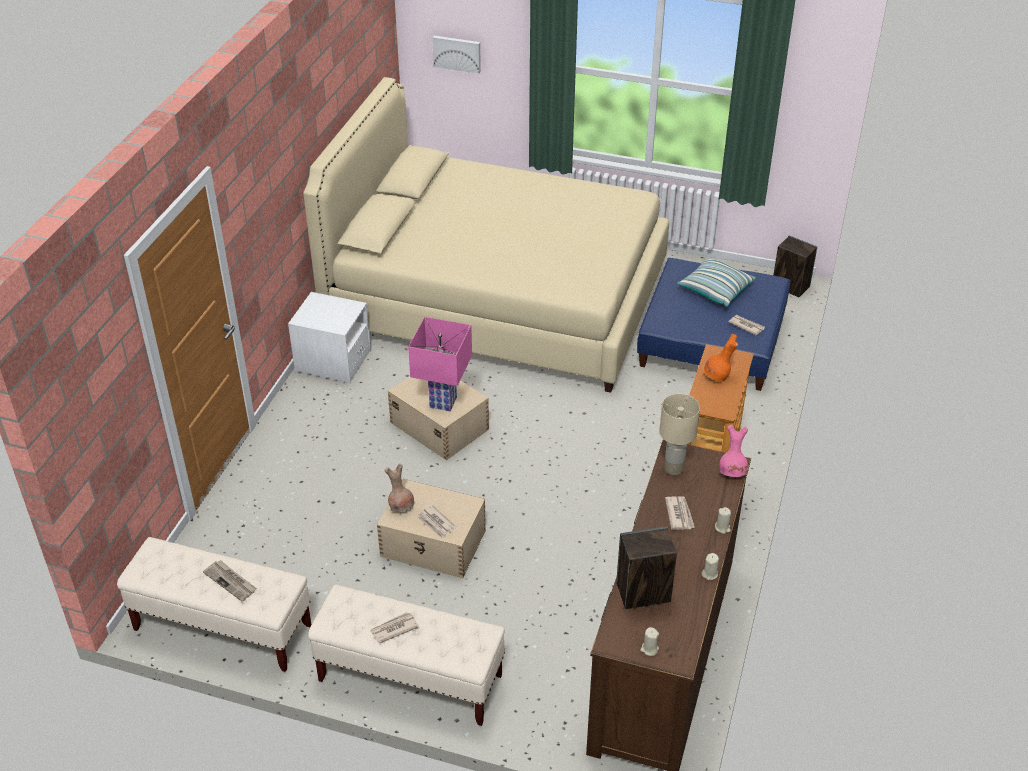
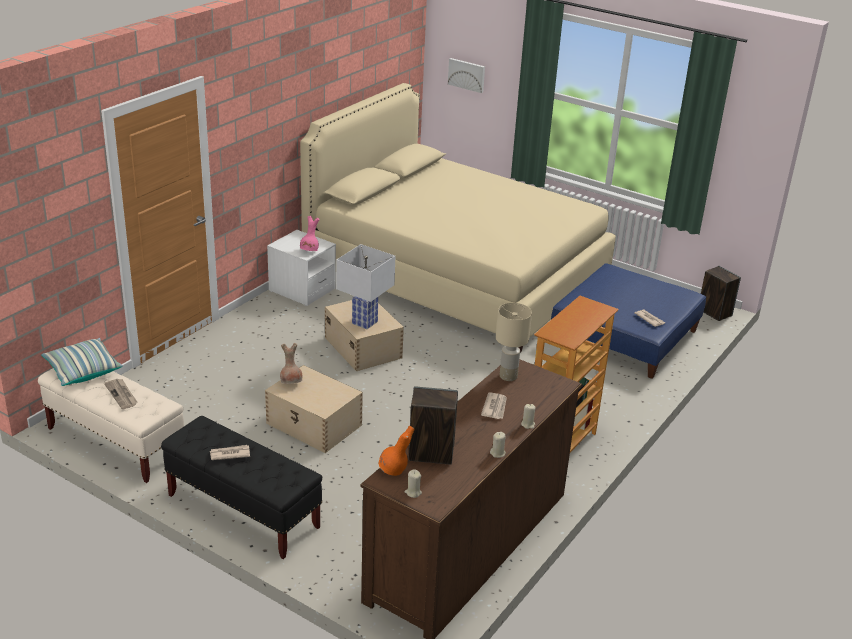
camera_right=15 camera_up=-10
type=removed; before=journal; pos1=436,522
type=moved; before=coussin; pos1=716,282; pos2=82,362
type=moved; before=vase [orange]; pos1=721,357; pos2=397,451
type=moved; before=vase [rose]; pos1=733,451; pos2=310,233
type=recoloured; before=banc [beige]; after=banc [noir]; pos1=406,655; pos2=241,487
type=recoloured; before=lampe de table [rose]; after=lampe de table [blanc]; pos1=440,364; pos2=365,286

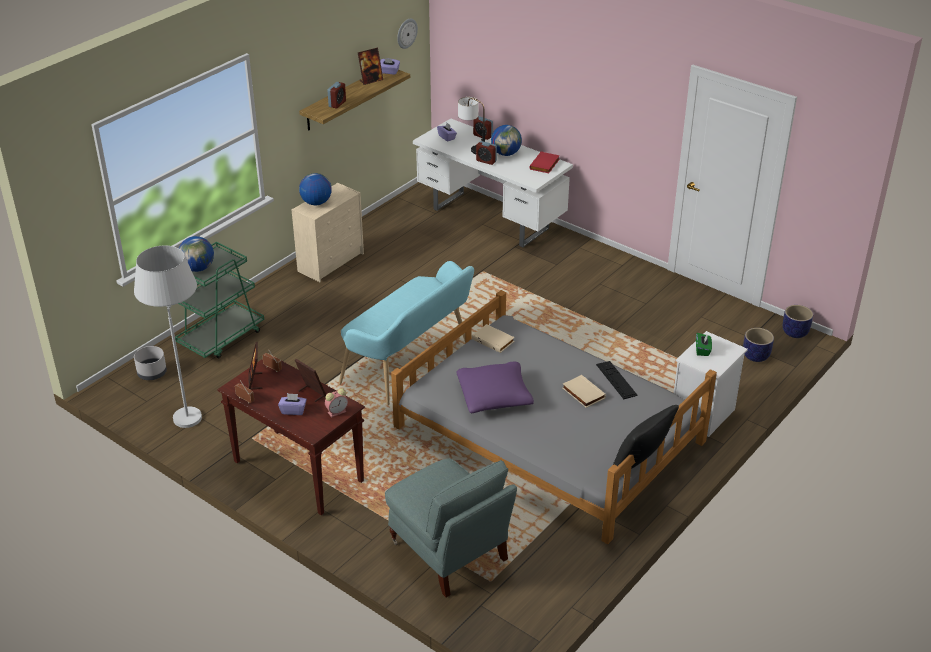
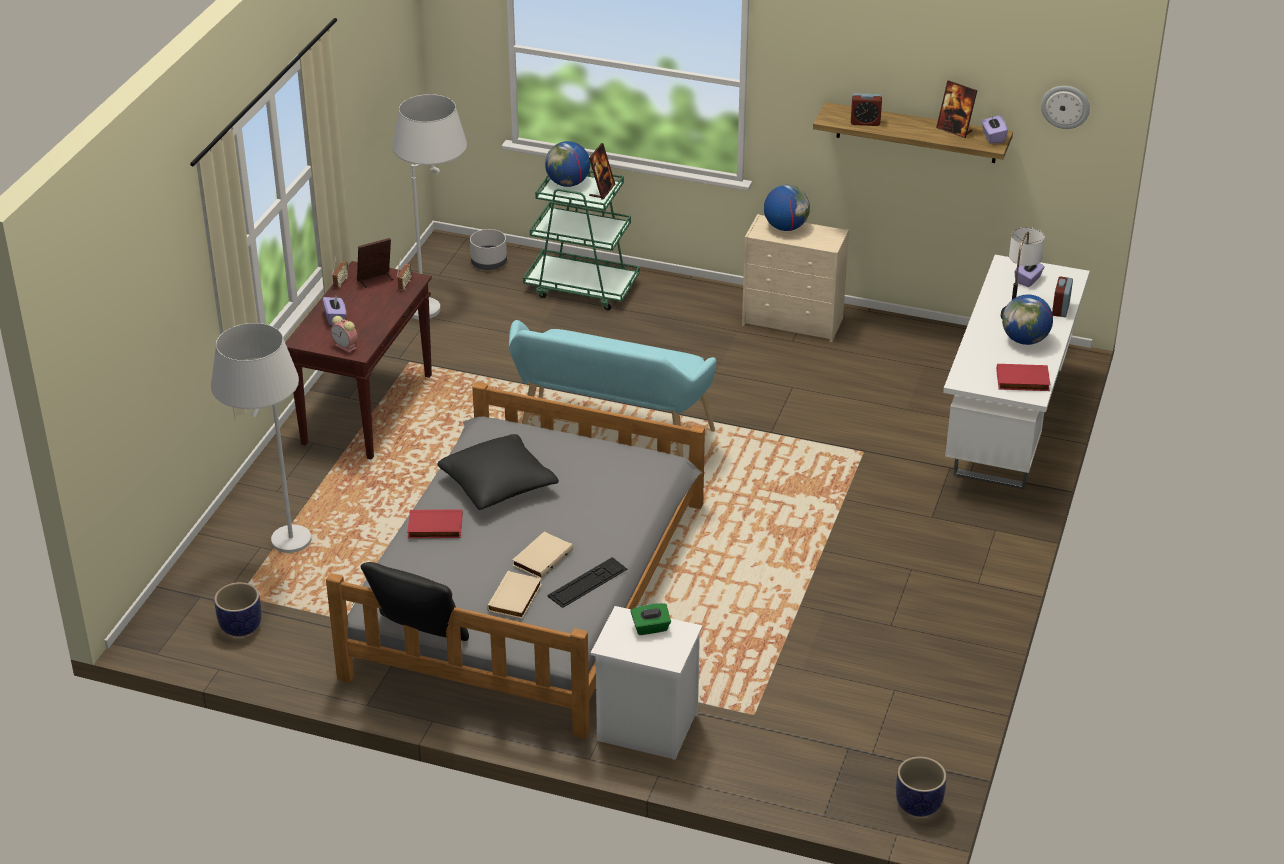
camera_right=70 camera_up=0
type=removed; before=réveil; pos1=486,153
type=added; after=livre [rouge]; pos2=435,523
type=moved; before=cadre photo; pos1=310,380; pos2=602,171
type=moved; before=livre [beige]; pos1=493,338; pos2=514,595
type=moved; before=cache-pot; pos1=758,345; pos2=238,609
type=replaced; before=fauteuil [gris]; after=lampadaire [blanc]; pos1=451,527; pos2=261,438
type=recoloured; before=coussin [violet]; after=coussin [noir]; pos1=495,387; pos2=498,472

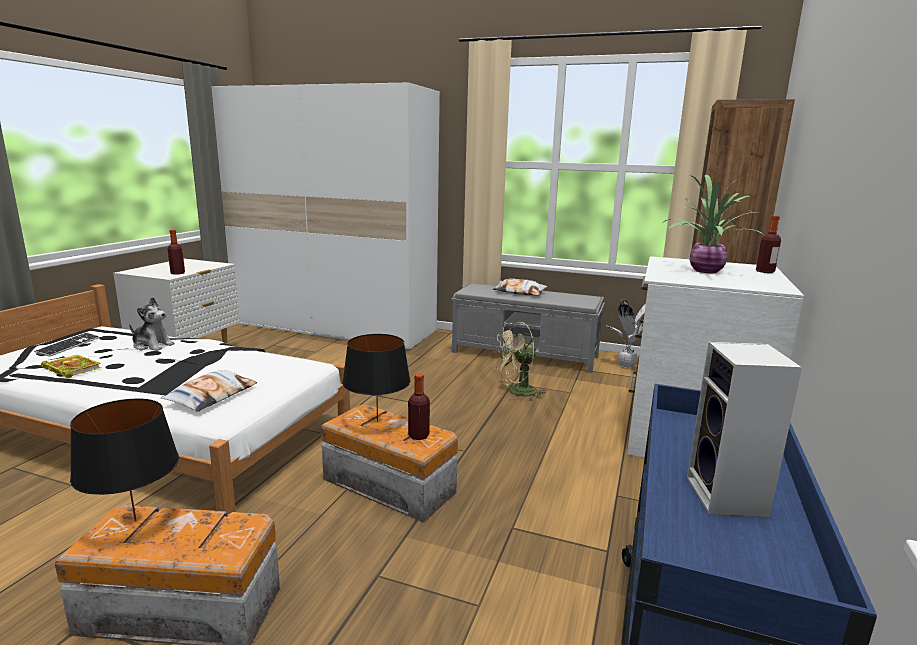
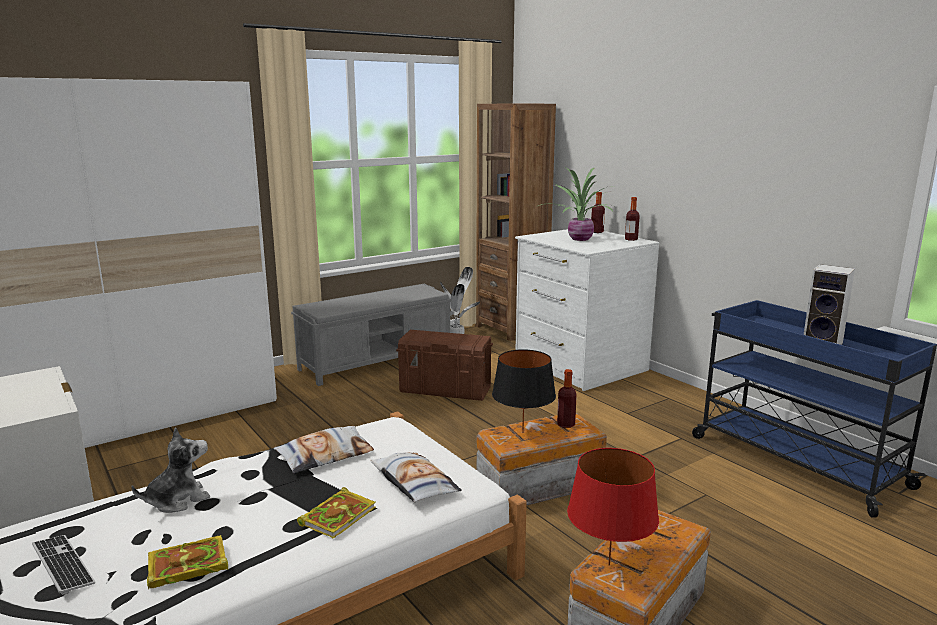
camera_right=-55 camera_up=0
type=added; after=livre; pos2=336,513
type=moved; before=bouteille; pos1=176,252; pos2=632,219
type=moved; before=coussin; pos1=520,287; pos2=324,450
type=replaced; before=ventilateur [beige]; after=boîte de rangement [marron]; pos1=520,361; pos2=444,365
type=recoloured; before=lampe de table [noir]; after=lampe de table [rouge]; pos1=124,460; pos2=613,507

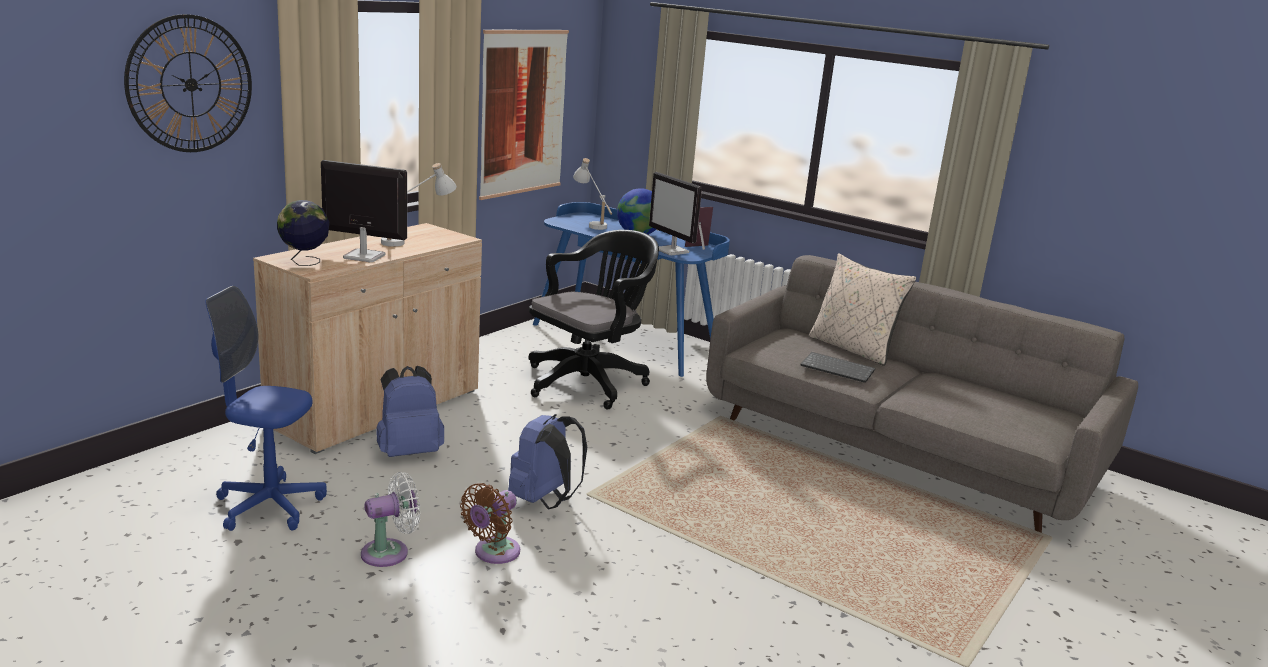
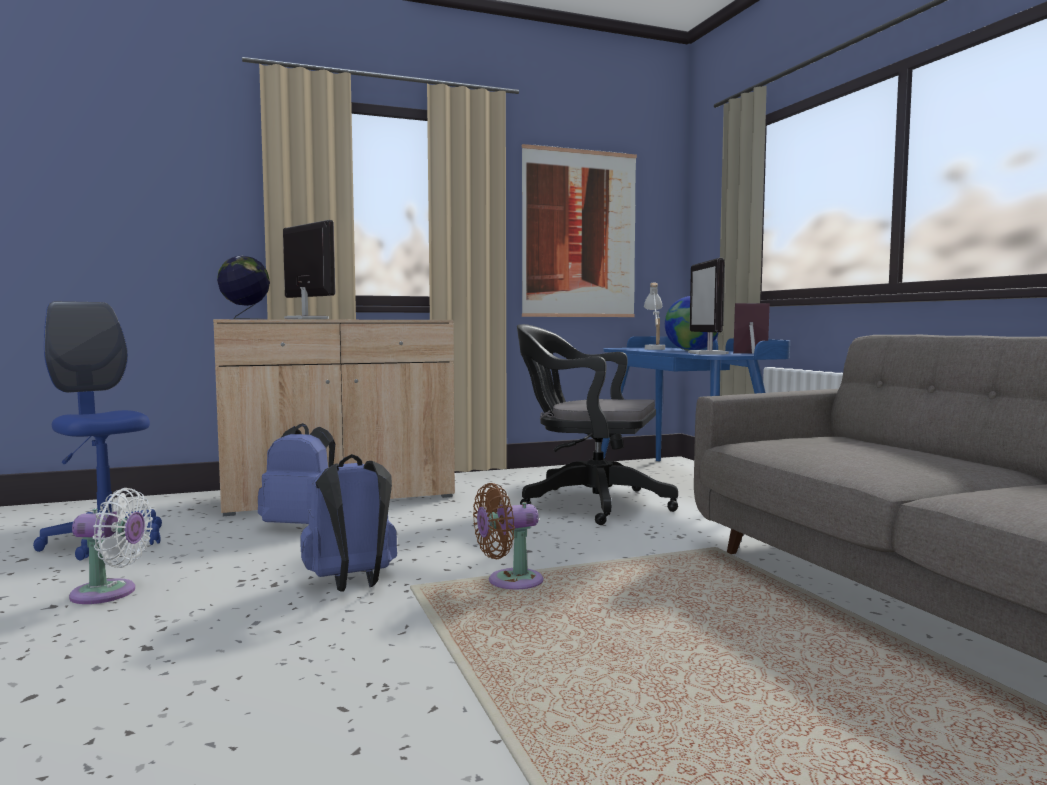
camera_right=35 camera_up=-15
type=removed; before=horloge murale; pos1=188,83
type=removed; before=lampe de table [blanc]; pos1=419,205
type=removed; before=clavier; pos1=837,367
type=removed; before=coussin [beige]; pos1=862,309
type=moved; before=ventilateur [marron]; pos1=490,523; pos2=508,536
type=turned; before=chaise de bureau [noir]; pos1=593,319; pos2=597,424; turn=-150

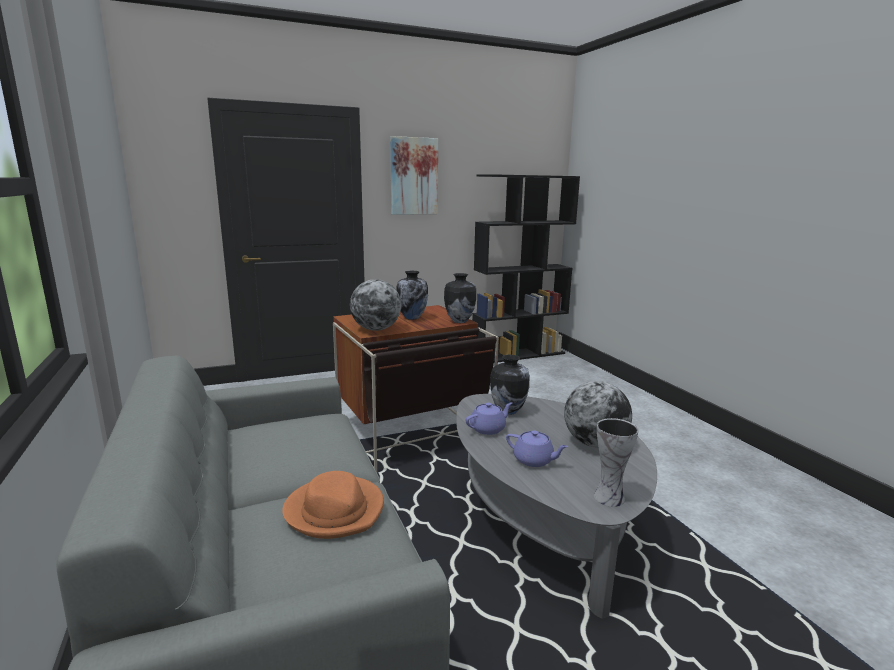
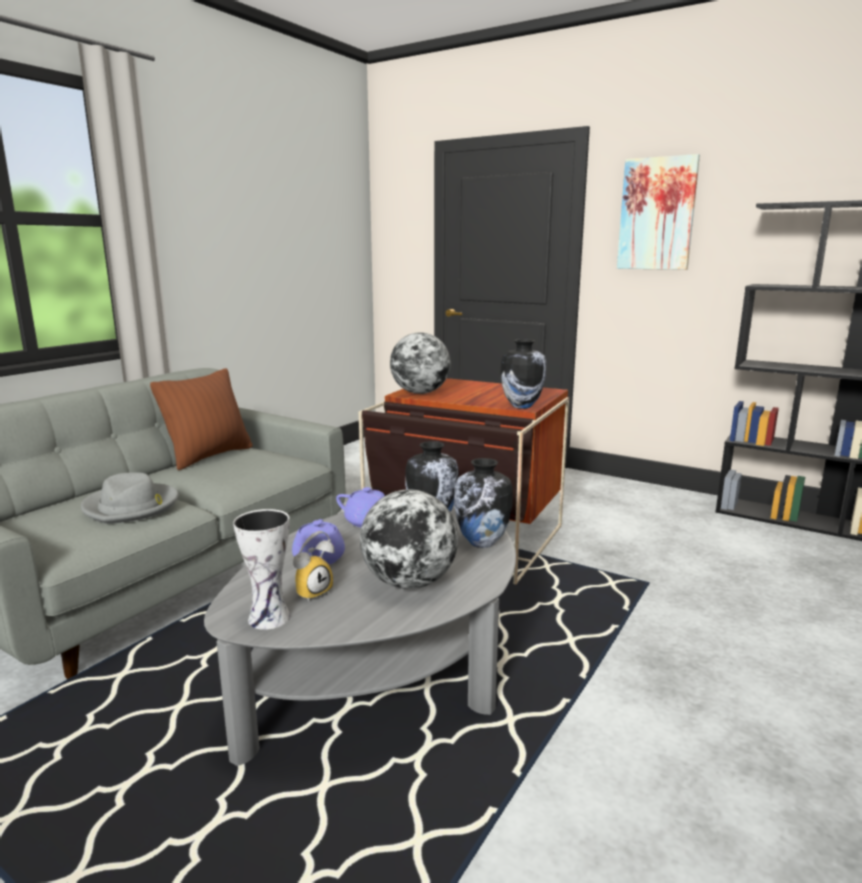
camera_right=55 camera_up=0
type=added; after=coussin [marron]; pos2=201,419
type=added; after=réveil; pos2=313,566
type=moved; before=vase; pos1=412,295; pos2=483,503
type=recoloured; before=chapeau [orange]; after=chapeau [gris]; pos1=333,505; pos2=130,498

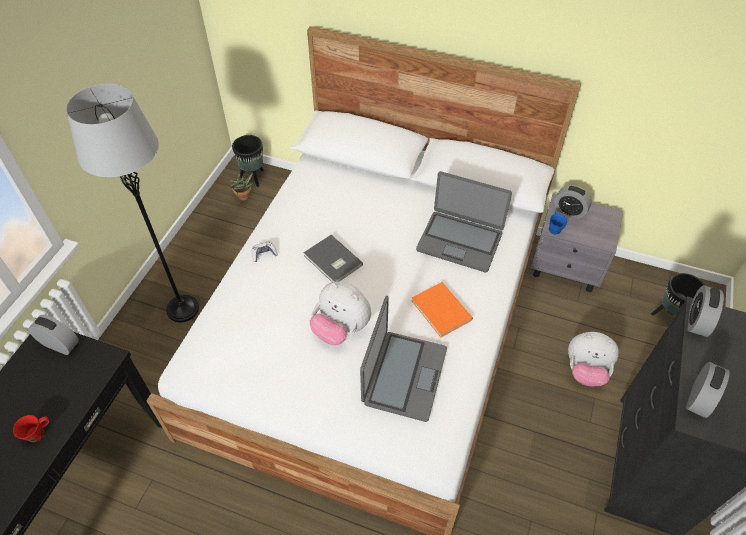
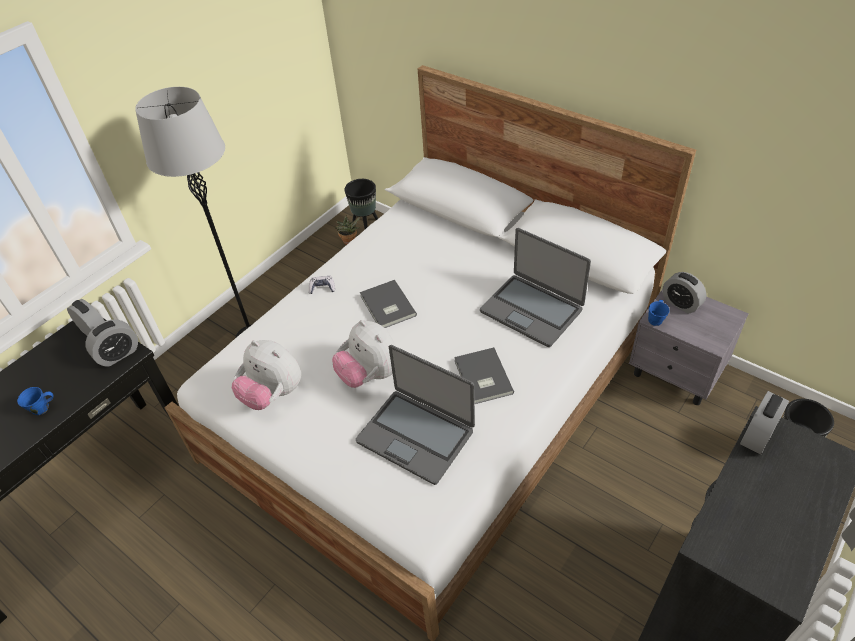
camera_right=20 camera_up=-5
type=moved; before=peluche; pos1=593,359; pos2=266,375
type=moved; before=réveil; pos1=708,390; pos2=111,343
type=recoloured; before=mug [rouge]; after=mug [bleu]; pos1=31,428; pos2=35,401
type=recoloured; before=livre [orange]; after=livre [gris]; pos1=442,309; pos2=484,375
type=turned; before=ordinateur portable; pos1=403,359; pos2=415,415; turn=90

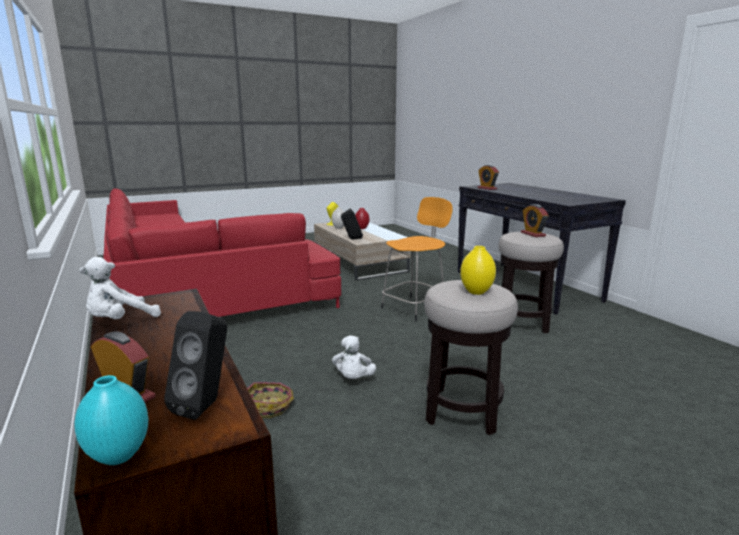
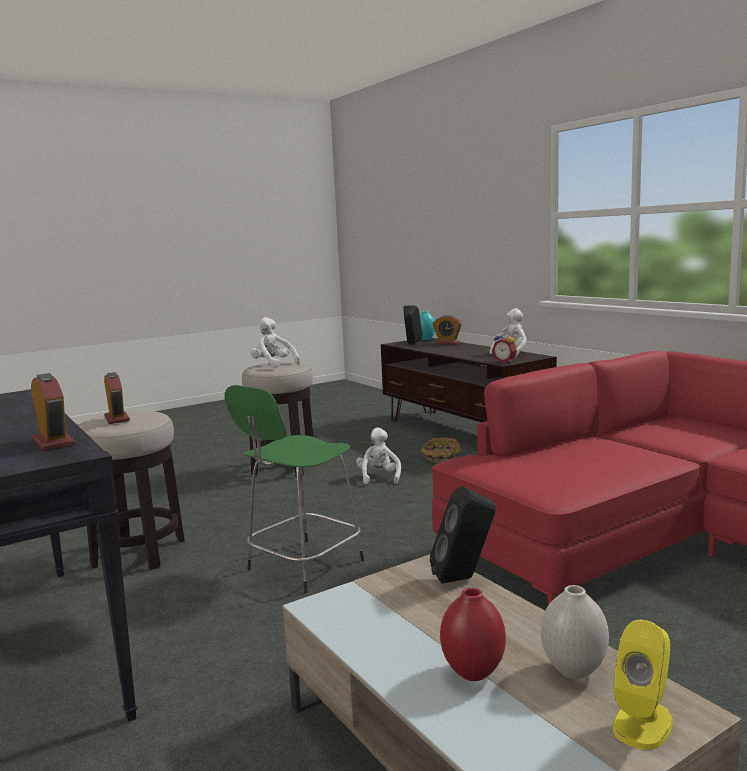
camera_right=175 camera_up=-5
type=added; after=réveil; pos2=504,346
type=replaced; before=vase [jaune]; after=peluche [blanc]; pos1=478,270; pos2=275,342
type=recoloured; before=tabouret [orange]; after=tabouret [vert]; pos1=417,259; pos2=294,489

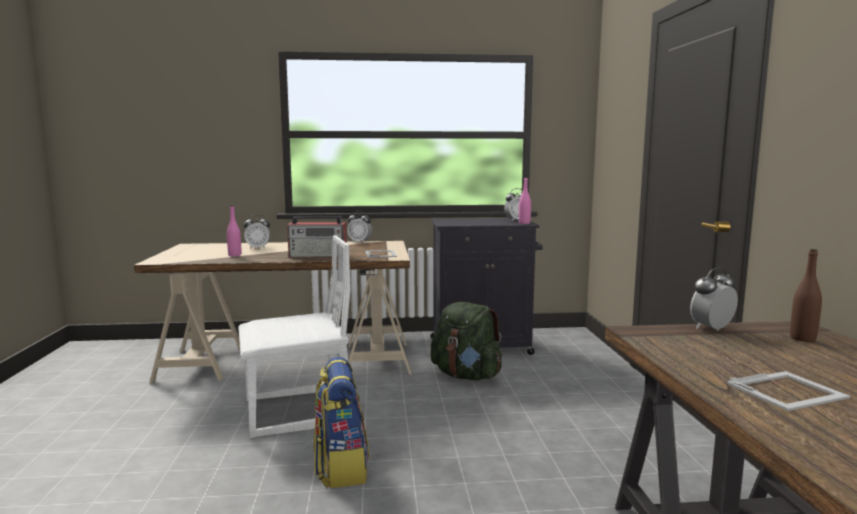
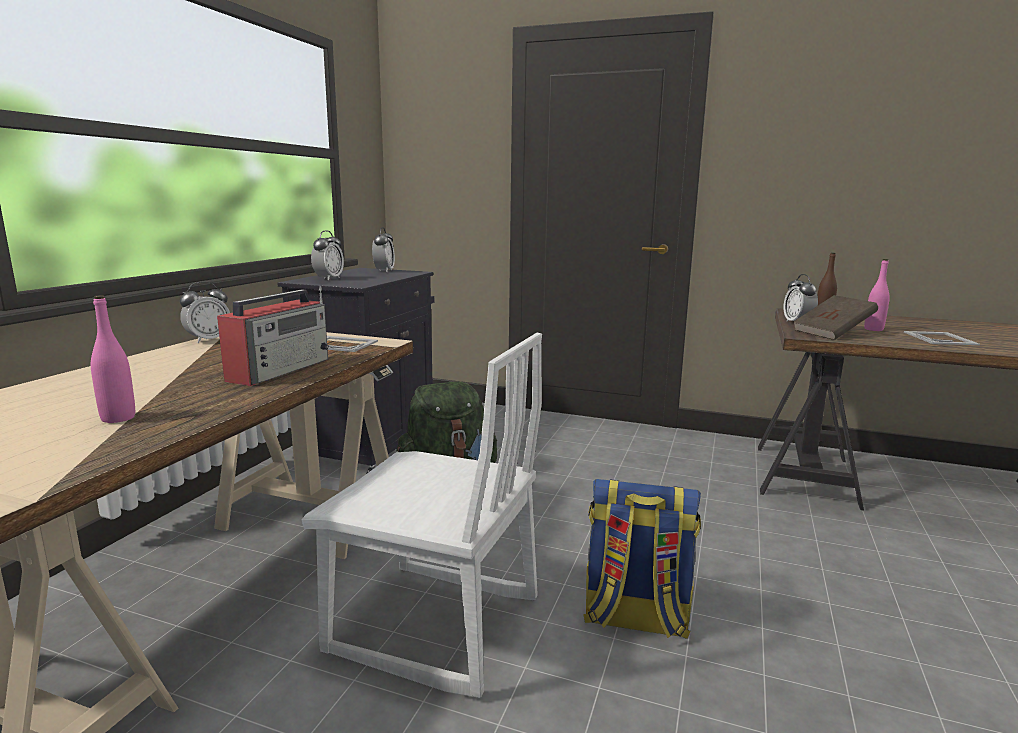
camera_right=-65 camera_up=5
type=added; after=livre [marron]; pos2=835,317
type=moved; before=réveil; pos1=257,231; pos2=327,255
type=moved; before=bouteille [rose]; pos1=525,200; pos2=877,295
type=turned; before=chaise [blanc]; pos1=294,336; pos2=422,515; turn=105

